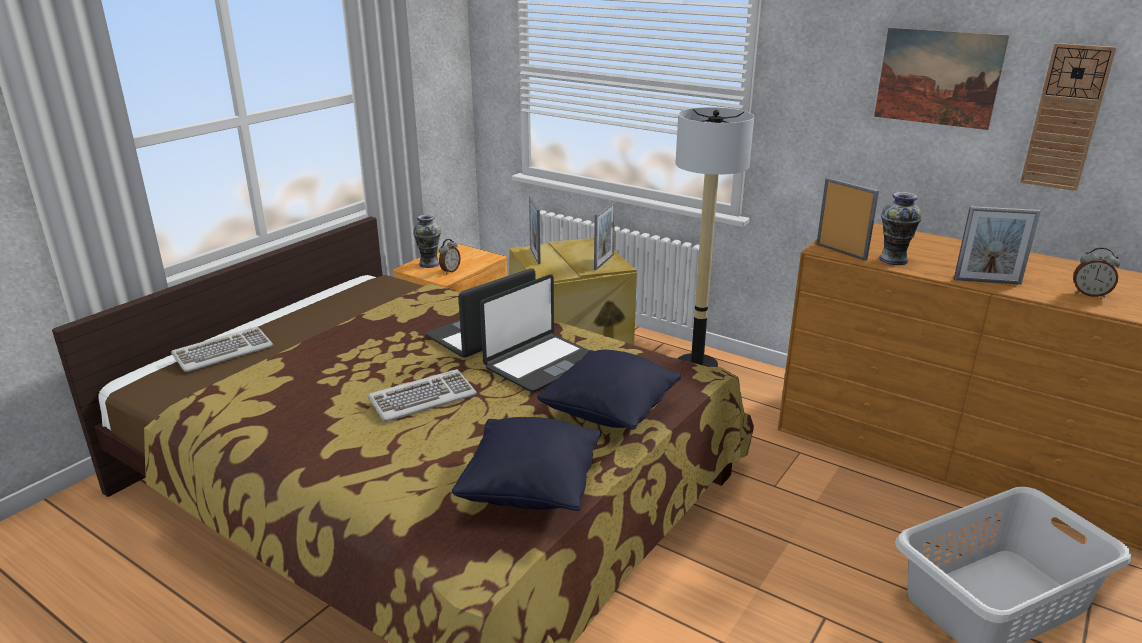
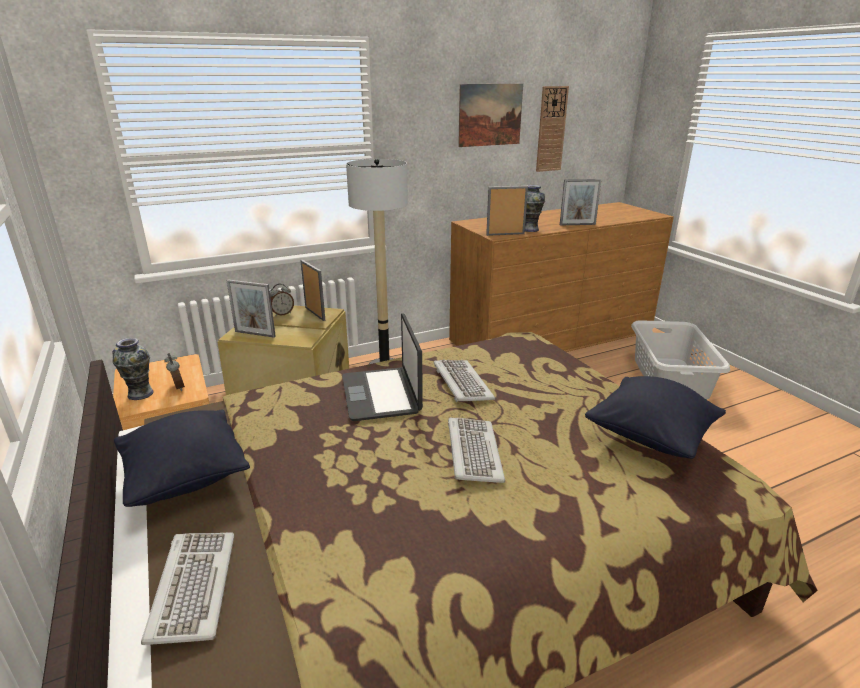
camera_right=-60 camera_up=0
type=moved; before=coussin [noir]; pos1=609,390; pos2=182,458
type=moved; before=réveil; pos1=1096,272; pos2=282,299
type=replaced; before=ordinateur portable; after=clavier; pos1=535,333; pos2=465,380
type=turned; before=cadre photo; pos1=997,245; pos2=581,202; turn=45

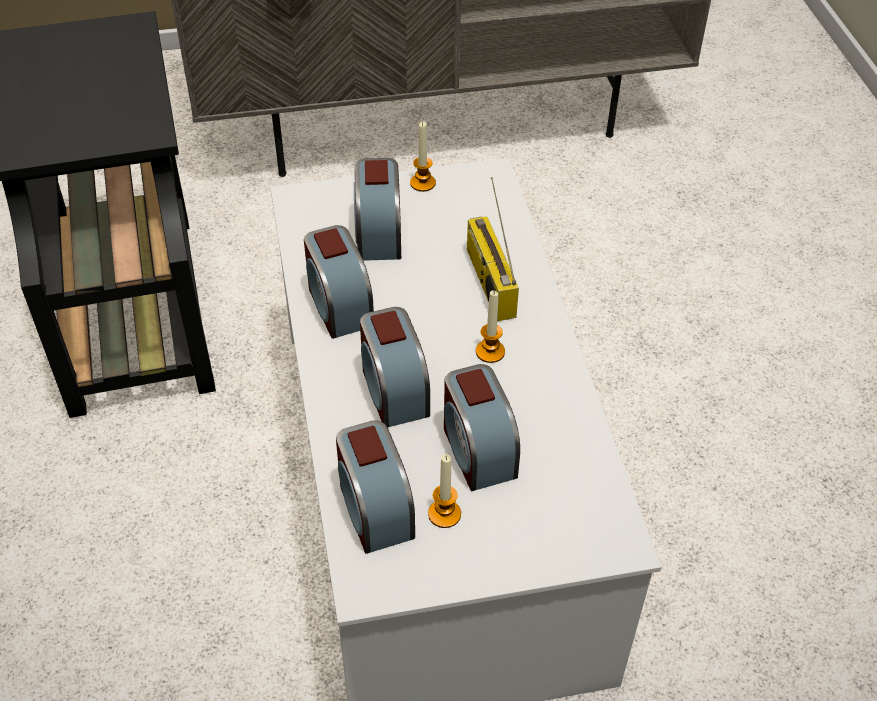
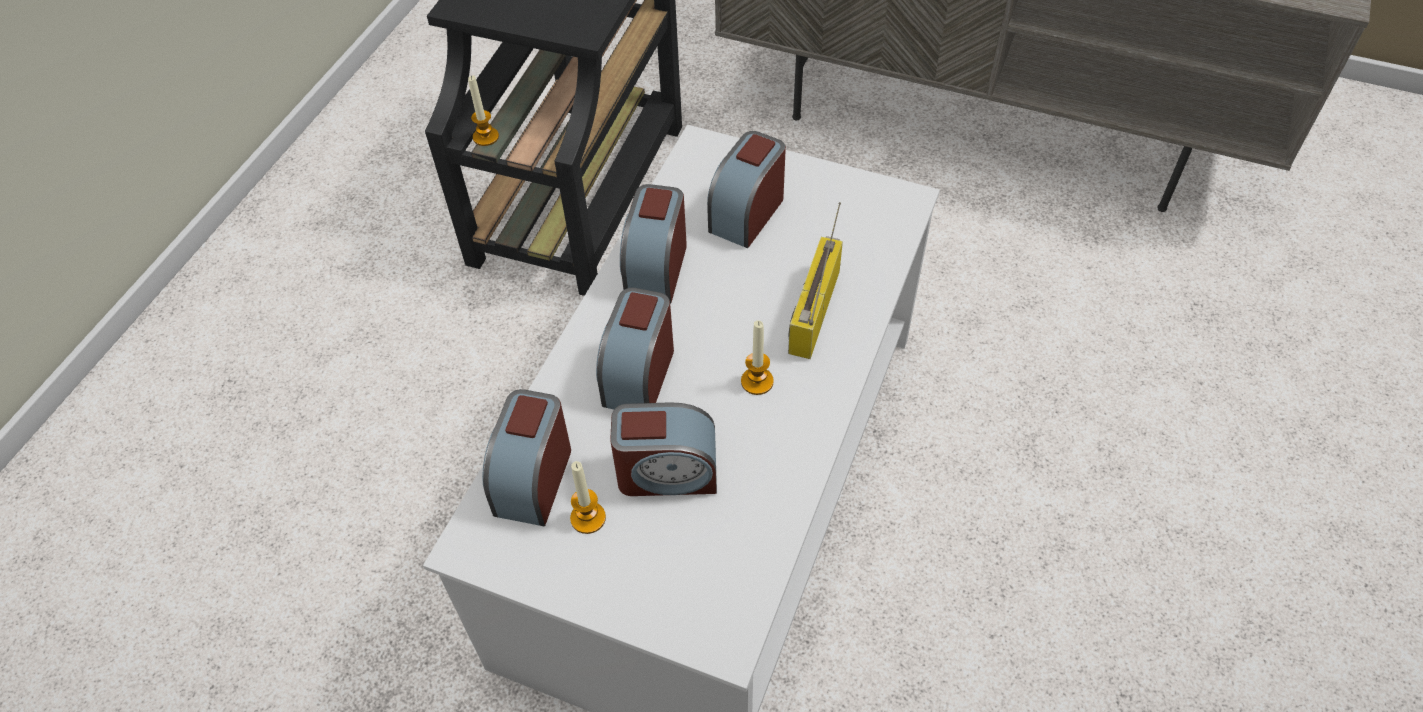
camera_right=35 camera_up=5
type=moved; before=bougie; pos1=423,156; pos2=483,110
type=turned; before=réveil; pos1=482,427; pos2=663,449; turn=-105

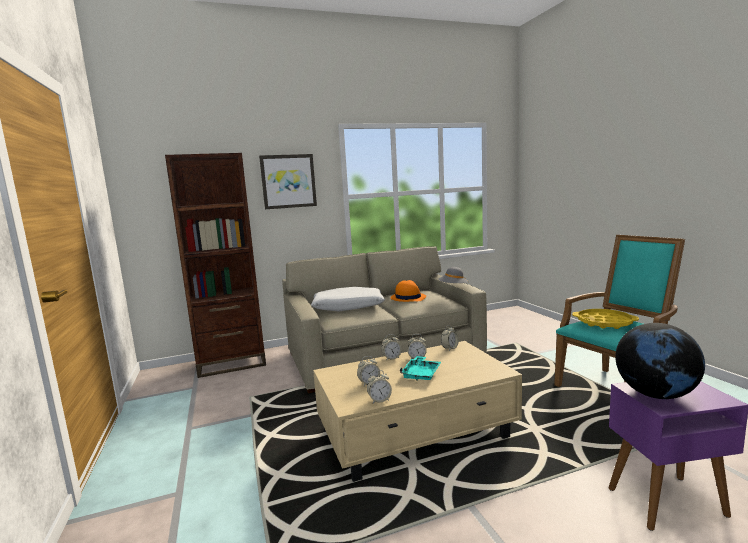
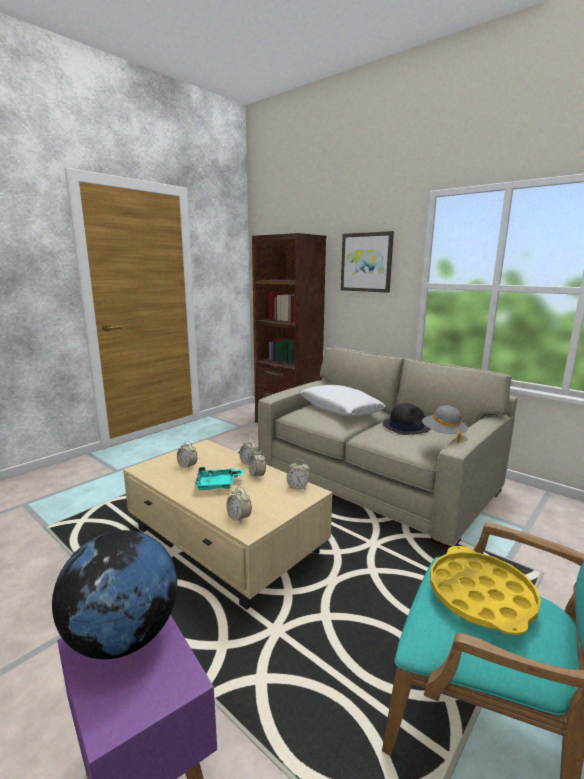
camera_right=60 camera_up=5
type=moved; before=réveil; pos1=379,386; pos2=239,504
type=recoloured; before=chapeau [orange]; after=chapeau [noir]; pos1=408,291; pos2=406,419

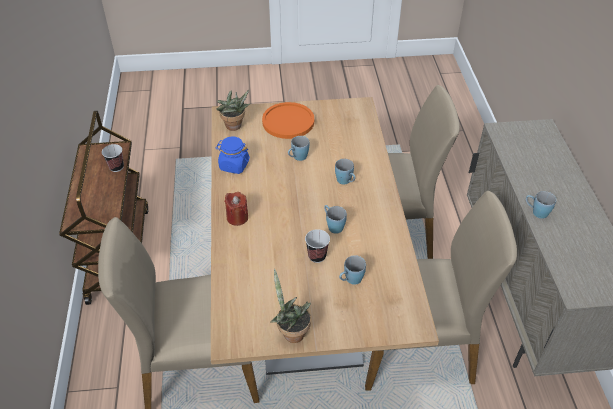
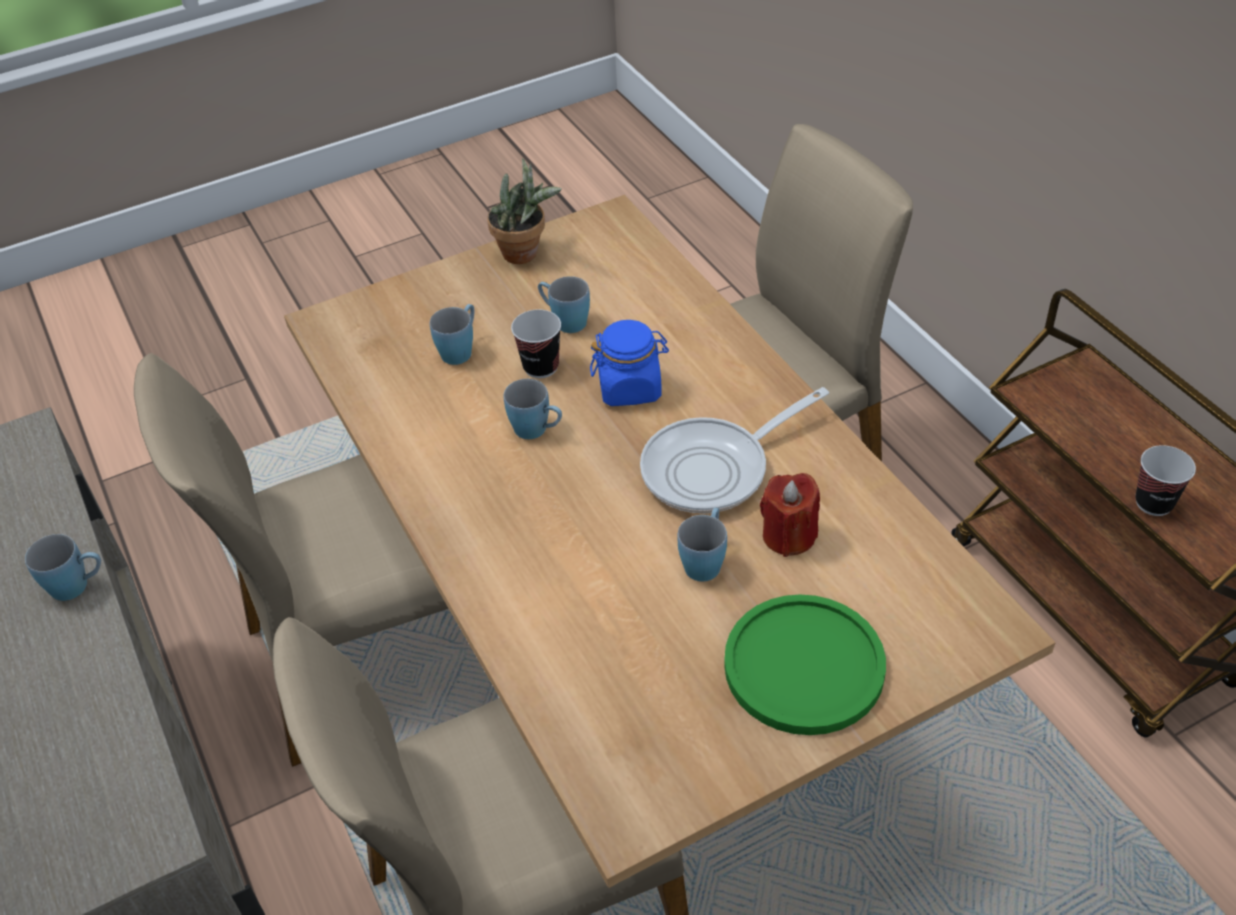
camera_right=160 camera_up=0
type=removed; before=plante en pot; pos1=233,110
type=added; after=poêle; pos2=734,450
type=moved; before=bocal [bleu]; pos1=233,155; pos2=629,363
type=moved; before=bougie [rouge]; pos1=236,209; pos2=790,515
type=moved; before=mug [bleu]; pos1=345,172; pos2=564,304
type=recoloured; before=assiette [orange]; after=assiette [vert]; pos1=288,120; pos2=805,664

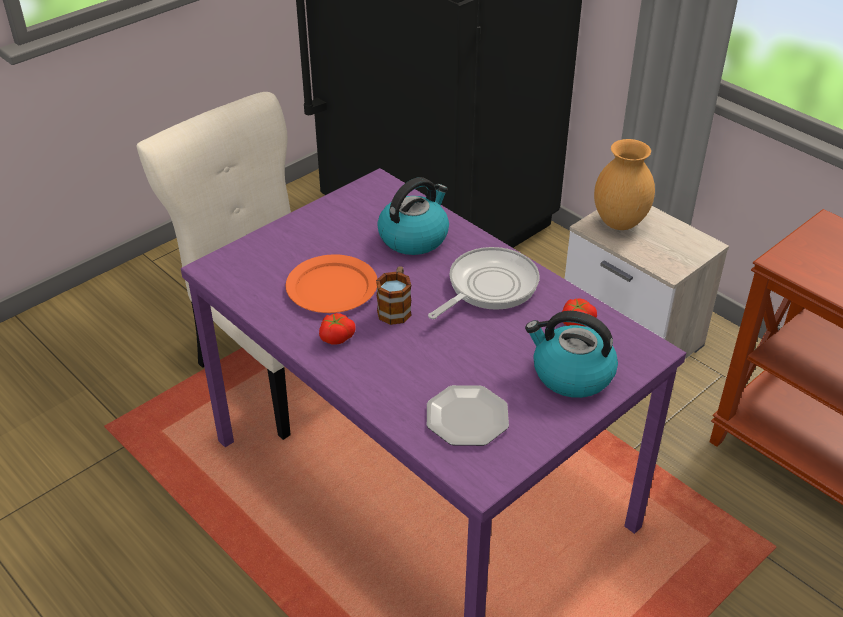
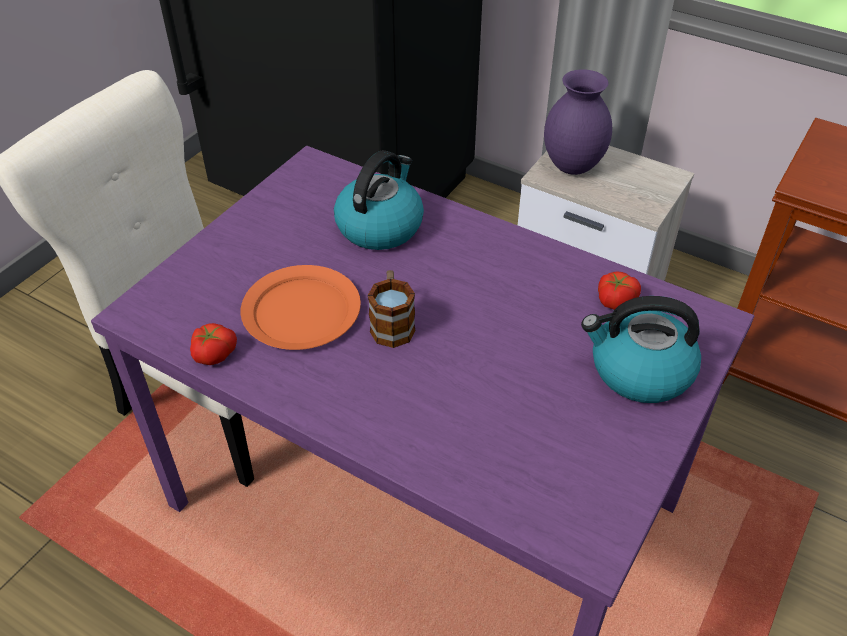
camera_right=-15 camera_up=5
type=removed; before=assiette; pos1=468,415
type=removed; before=poêle; pos1=483,283
type=moved; before=tomate; pos1=337,329; pos2=213,344
type=recoloured; before=vase [marron]; after=vase [violet]; pos1=624,184; pos2=578,122

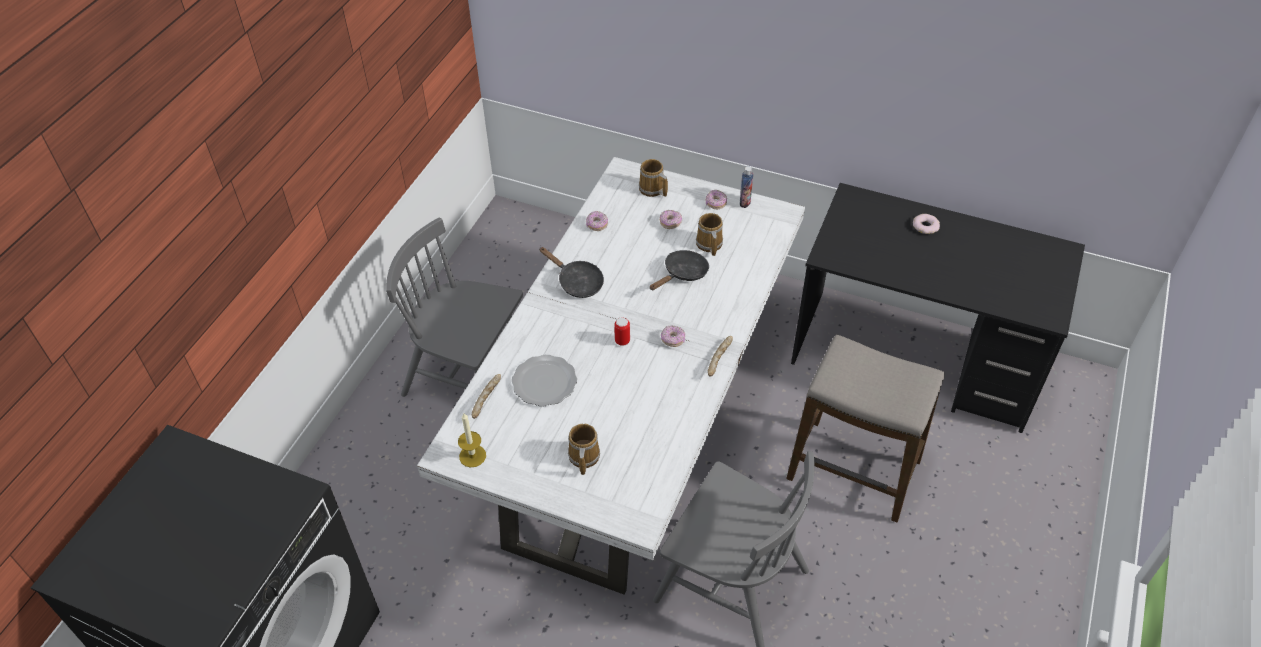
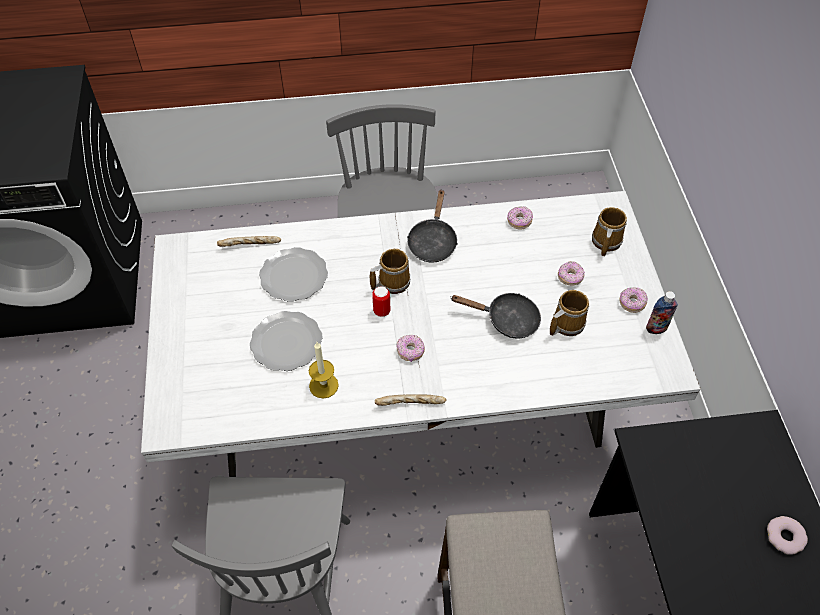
camera_right=60 camera_up=5
type=added; after=assiette; pos2=286,341
type=moved; before=bougie; pos1=472,440; pos2=324,370
type=moved; before=mug; pos1=584,449; pos2=390,271

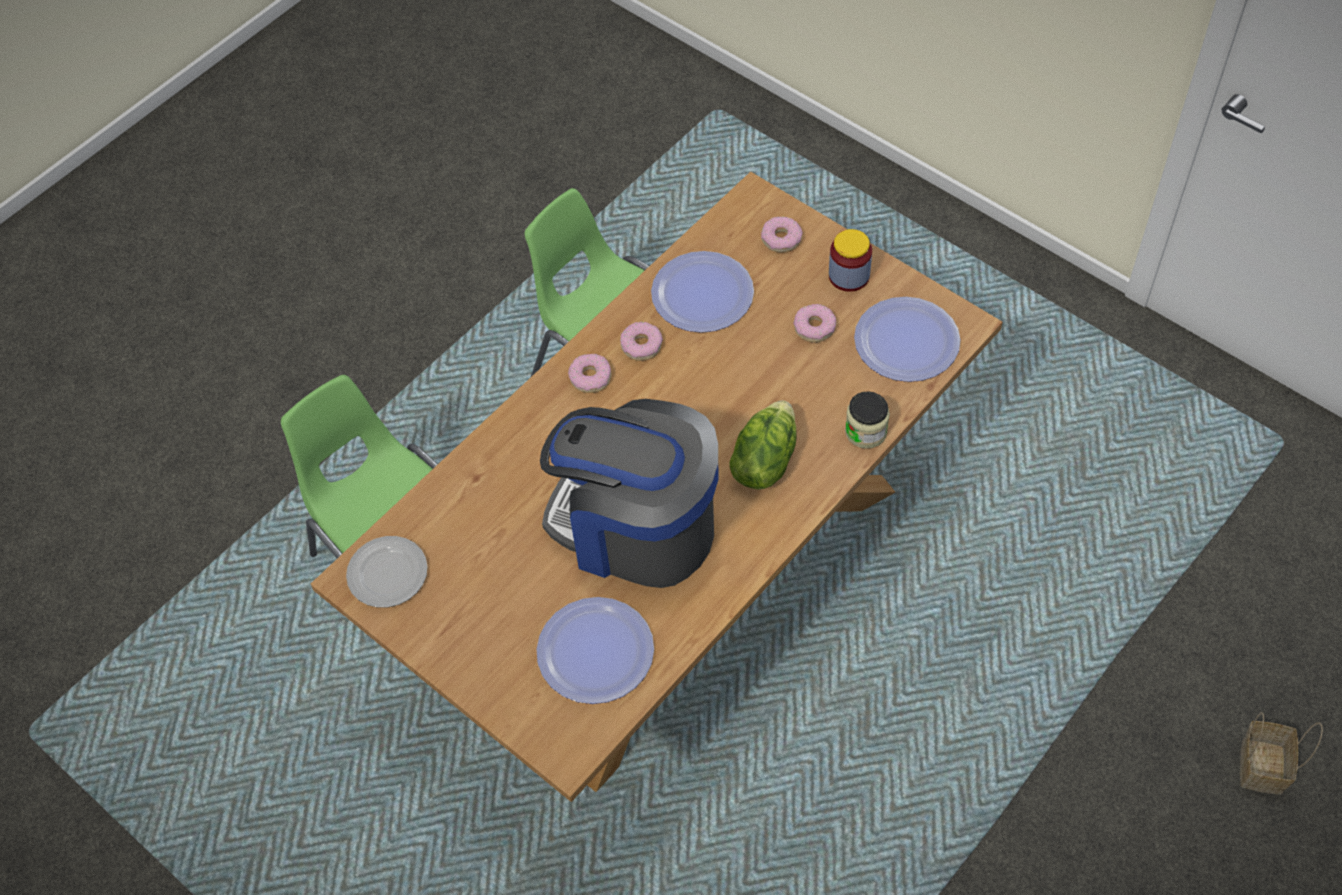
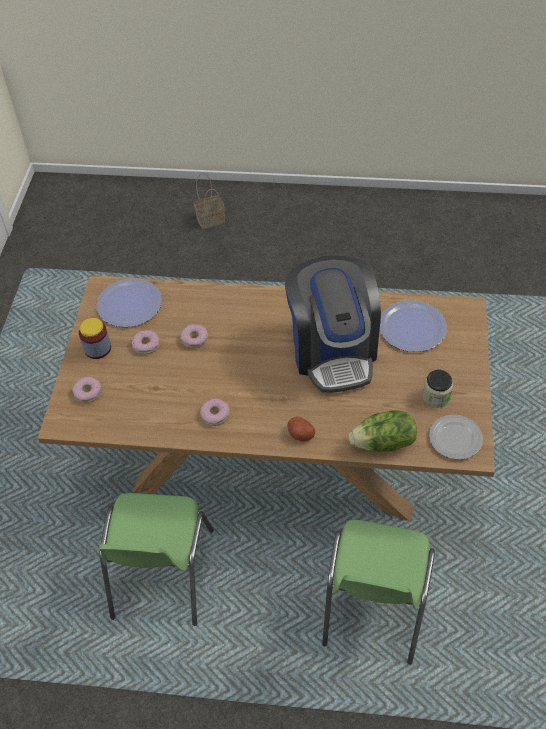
camera_right=-125 camera_up=-5
type=removed; before=assiette; pos1=702,292
type=added; after=pomme de terre; pos2=301,429
type=moved; before=beignet; pos1=590,373; pos2=194,336
type=moved; before=laitue; pos1=762,445; pos2=383,431
type=moved; before=bocal; pos1=867,420; pos2=438,389

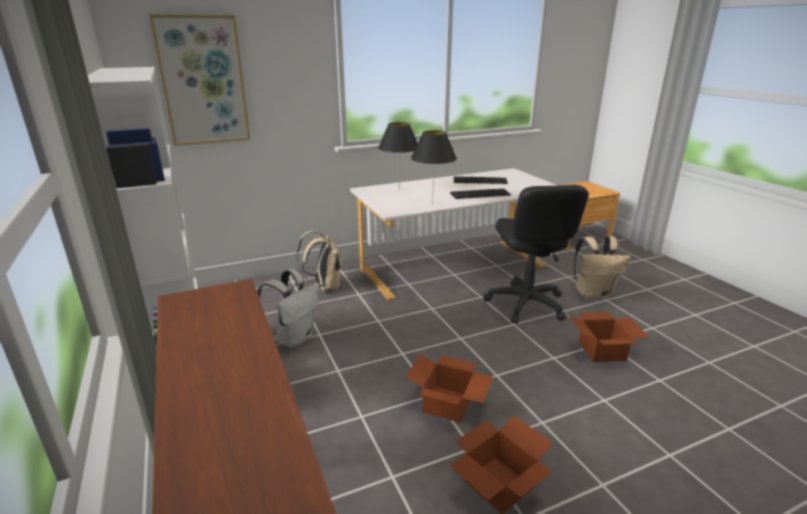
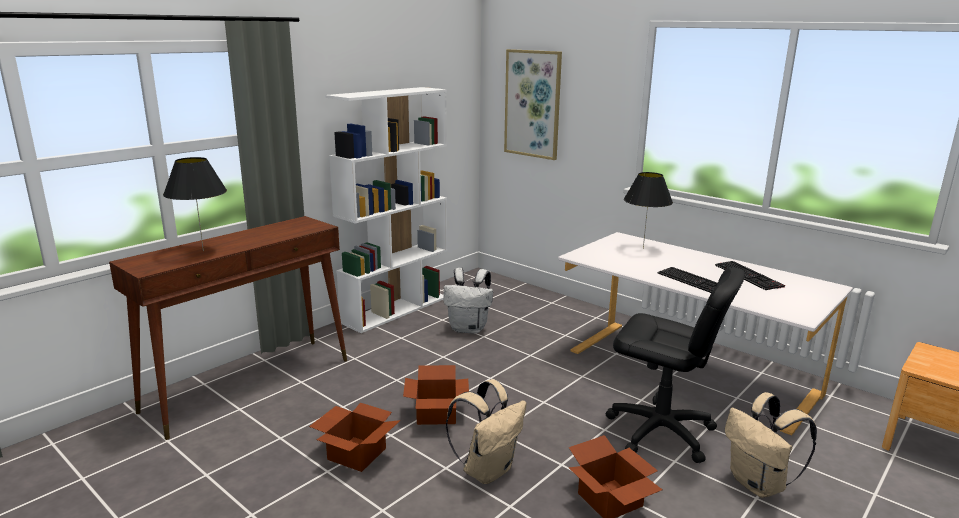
camera_right=65 camera_up=-5
type=moved; before=sac à dos [beige]; pos1=319,261; pos2=486,431
type=moved; before=lampe de table [noir]; pos1=434,167; pos2=195,204
type=turned; before=chaise de bureau [noir]; pos1=536,254; pos2=675,365; turn=-120

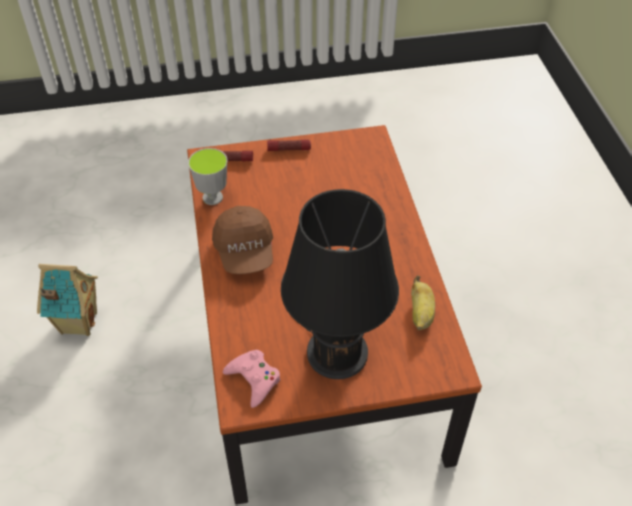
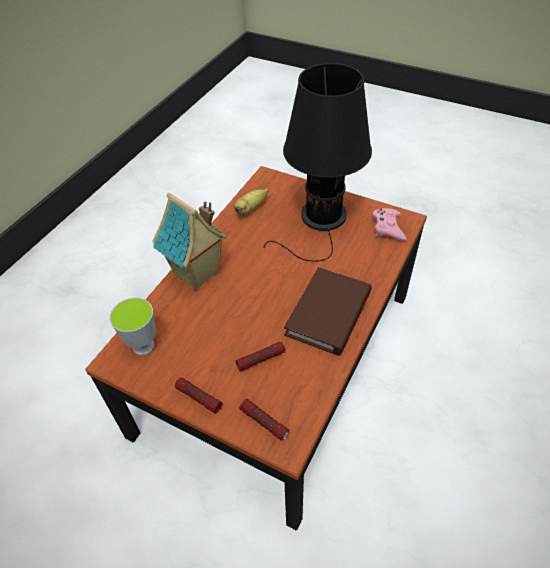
camera_right=-140 camera_up=0
type=added; after=lampe de poche; pos2=260,357
type=moved; before=maison miniature; pos1=67,300; pos2=189,242
type=moved; before=tasse; pos1=207,176; pos2=132,326
type=replaced; before=casquette [marron]; after=livre [marron]; pos1=242,240; pos2=327,311

